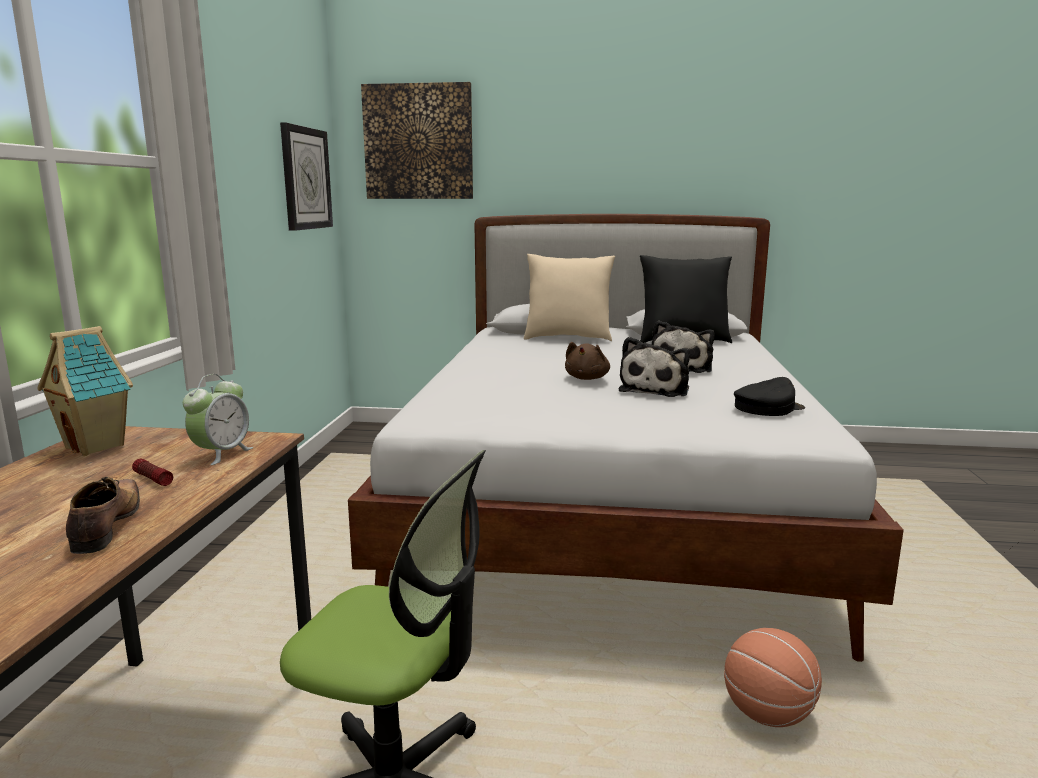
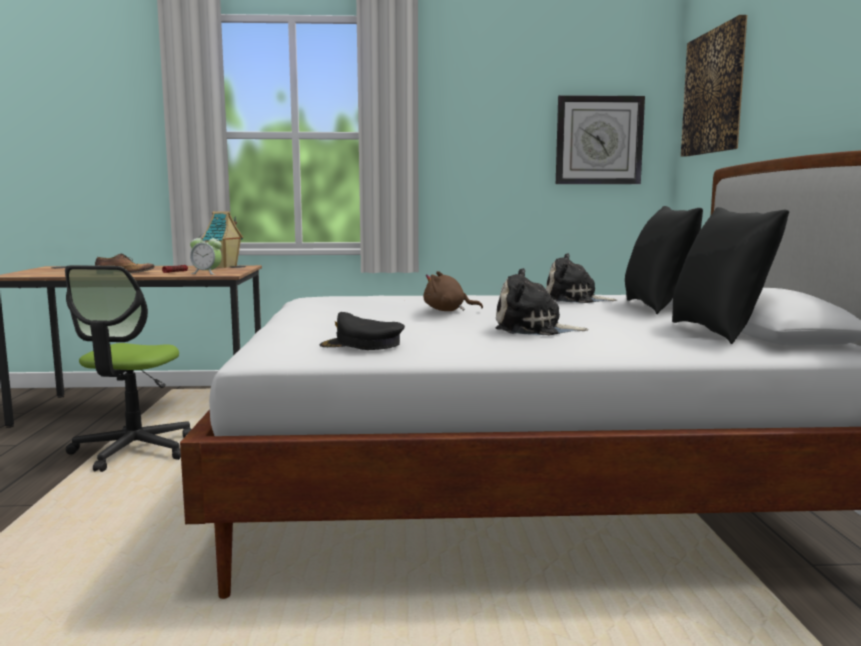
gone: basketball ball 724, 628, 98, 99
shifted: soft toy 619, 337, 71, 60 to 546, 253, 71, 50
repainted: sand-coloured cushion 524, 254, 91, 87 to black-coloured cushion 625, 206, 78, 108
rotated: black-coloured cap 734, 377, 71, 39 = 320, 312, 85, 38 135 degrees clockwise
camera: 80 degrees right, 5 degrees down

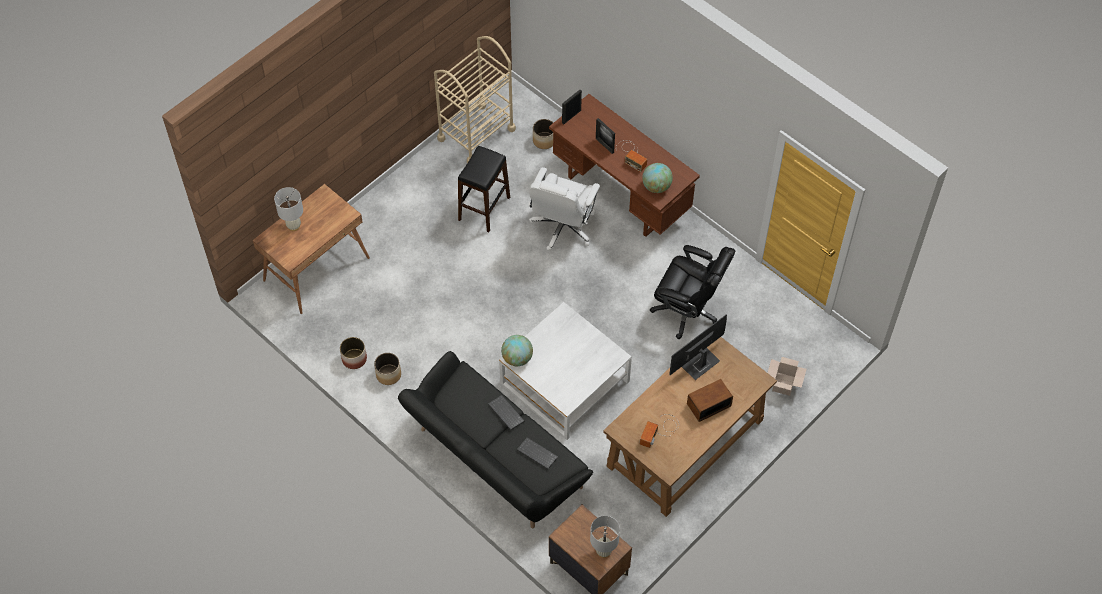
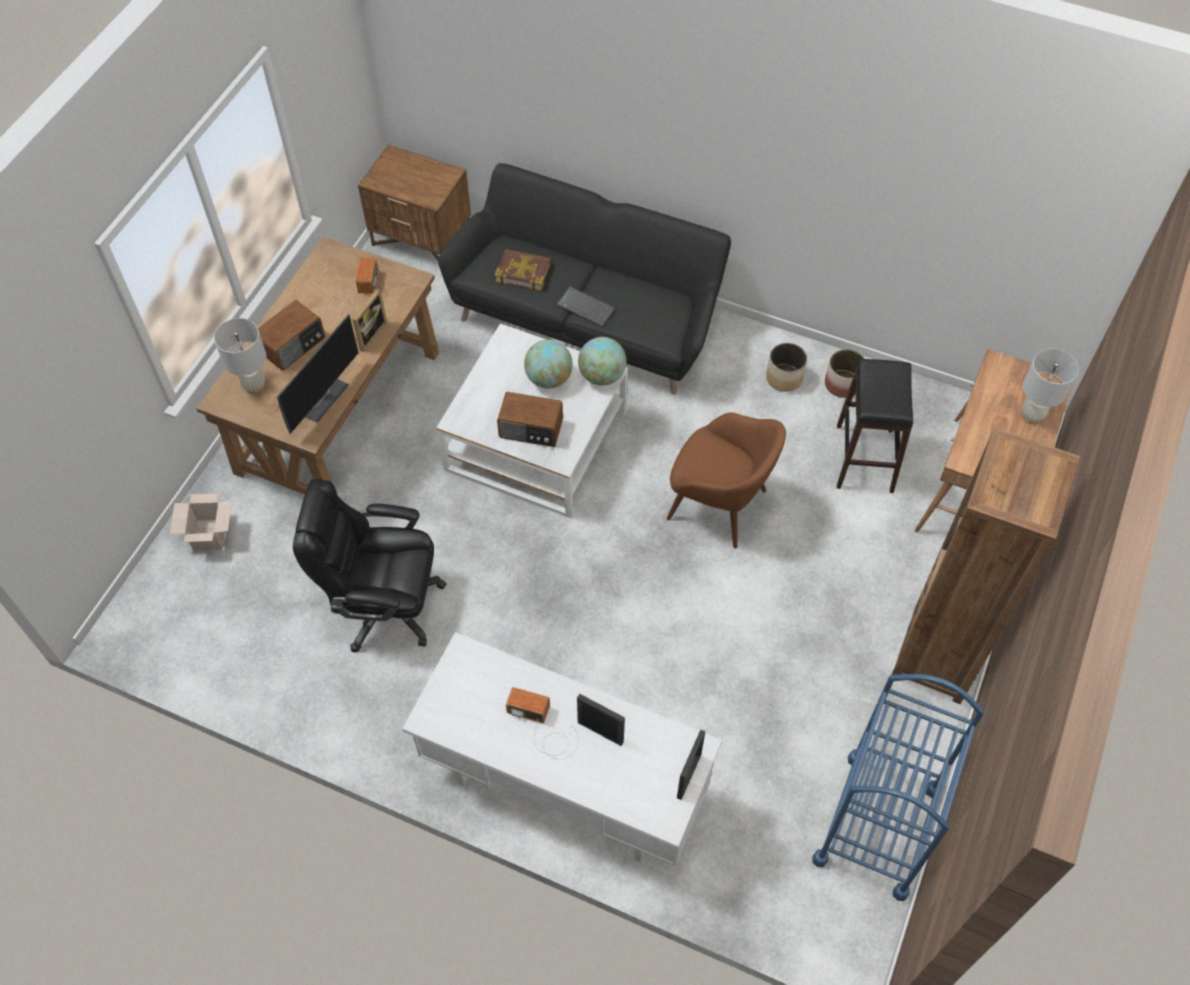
gone: white office chair 529, 167, 71, 84; plant pot 533, 119, 20, 30
new: photo frame 352, 289, 35, 63; radio receiver 497, 392, 66, 55; brown-coloured armchair 667, 412, 119, 137; brown-coloured bookcase 892, 428, 188, 276
shifted: white lamp for a table 590, 516, 30, 42 to 214, 318, 53, 76; desk globe 642, 163, 31, 30 to 524, 340, 49, 48; black-coloured stool seat 458, 146, 52, 87 to 837, 359, 76, 134
swapped: PC keyboard 517, 438, 41, 31 to bound book 494, 249, 57, 42
repainted: brown-coloured desk 549, 94, 151, 143 to white desk 402, 632, 320, 234; sand-coloured cart 434, 36, 82, 127 to blue cart 812, 674, 172, 227
camera: 160 degrees right, 0 degrees up

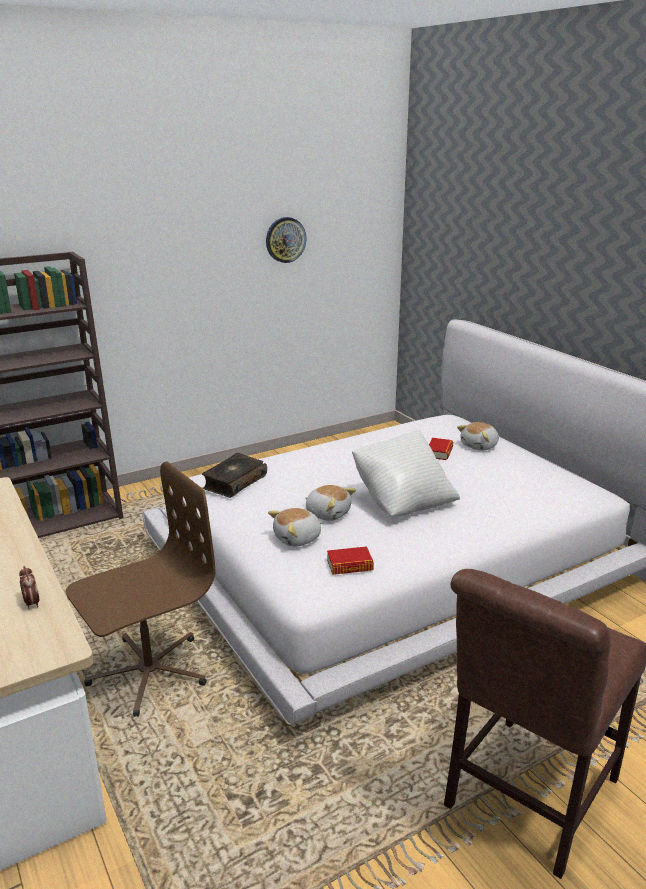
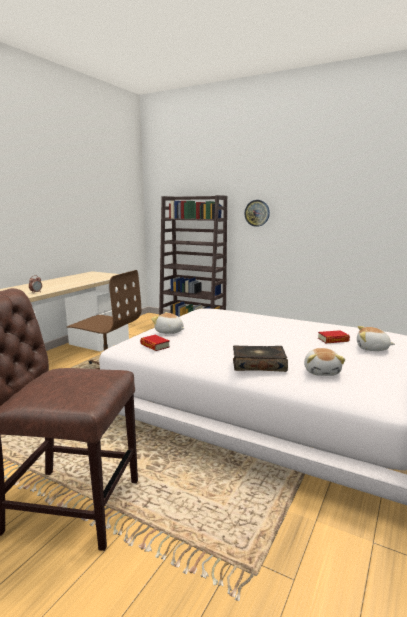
gone: white cushion 352, 429, 108, 87
shifted: bound book 202, 453, 65, 45 to 233, 345, 55, 27; wall clock 266, 217, 41, 46 to 245, 200, 25, 27; soft toy 305, 485, 51, 36 to 304, 348, 41, 28
camera: 60 degrees right, 10 degrees down

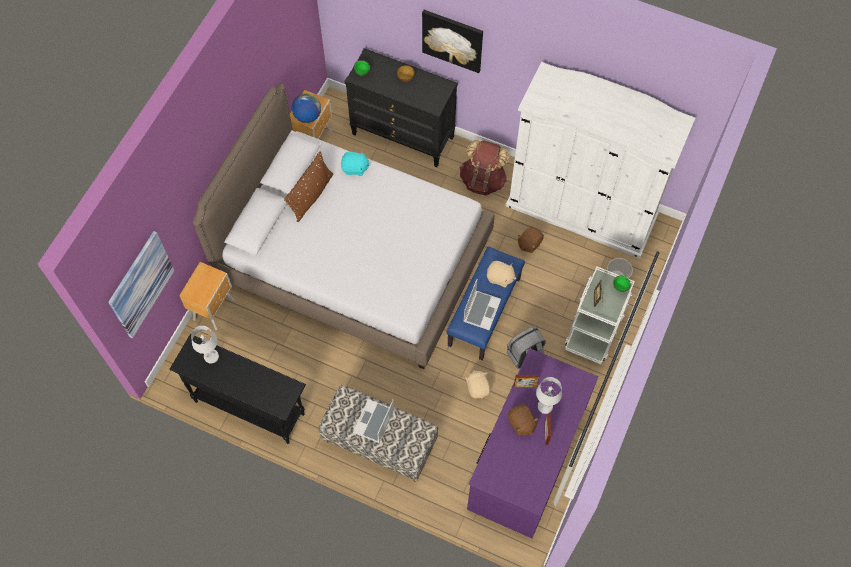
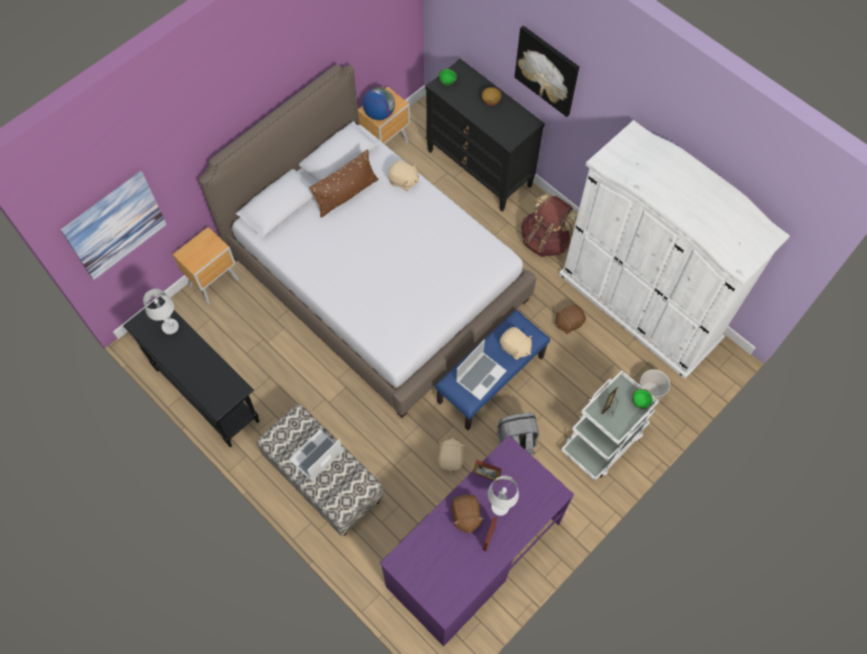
repainted: blue-green soft toy 341, 151, 30, 25 to sand-coloured soft toy 388, 160, 32, 31
camera: 20 degrees right, 0 degrees up

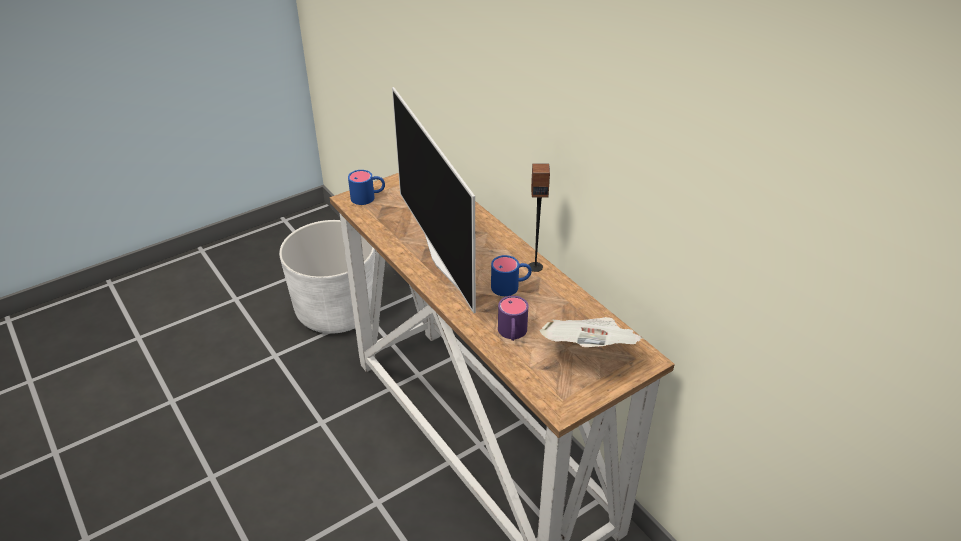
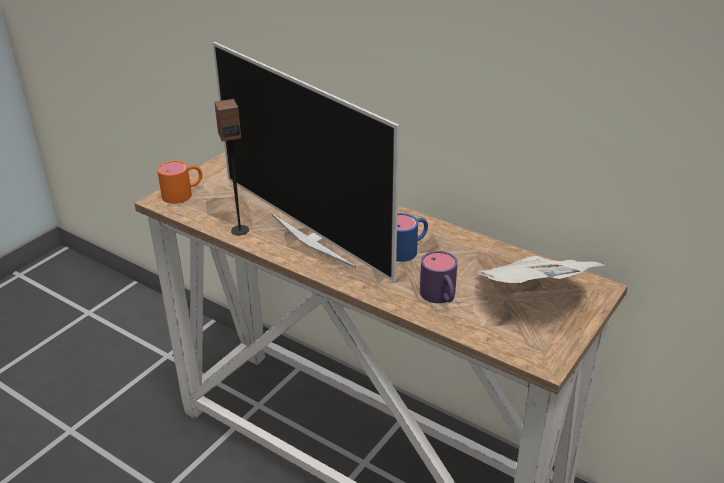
gone: white plant pot 279, 220, 96, 114
shifted: speaker 529, 163, 21, 109 to 214, 99, 35, 136
repainted: blue mug 348, 170, 37, 35 to orangey mug 157, 161, 45, 43
camera: 20 degrees left, 5 degrees down

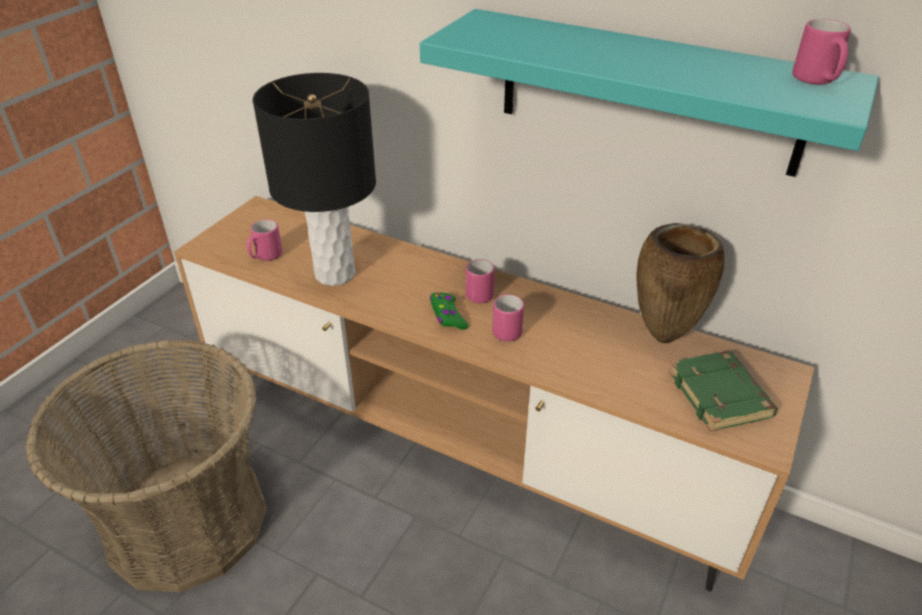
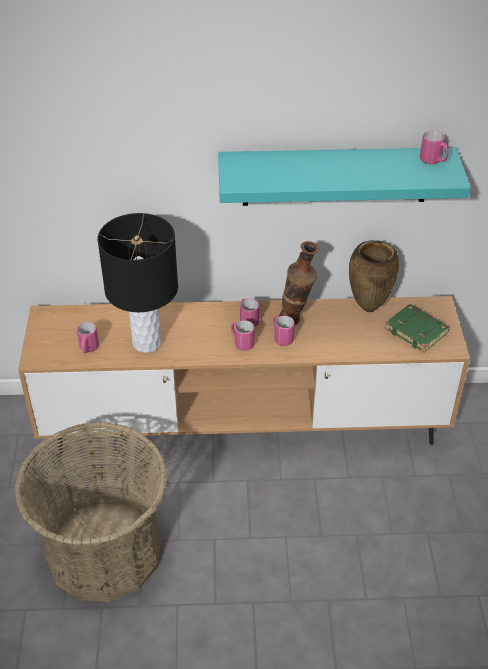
new: vase 279, 241, 41, 84
swapped: green-coloured gamepad 430, 293, 38, 37 to pink mug 231, 320, 24, 31
camera: 30 degrees left, 5 degrees up

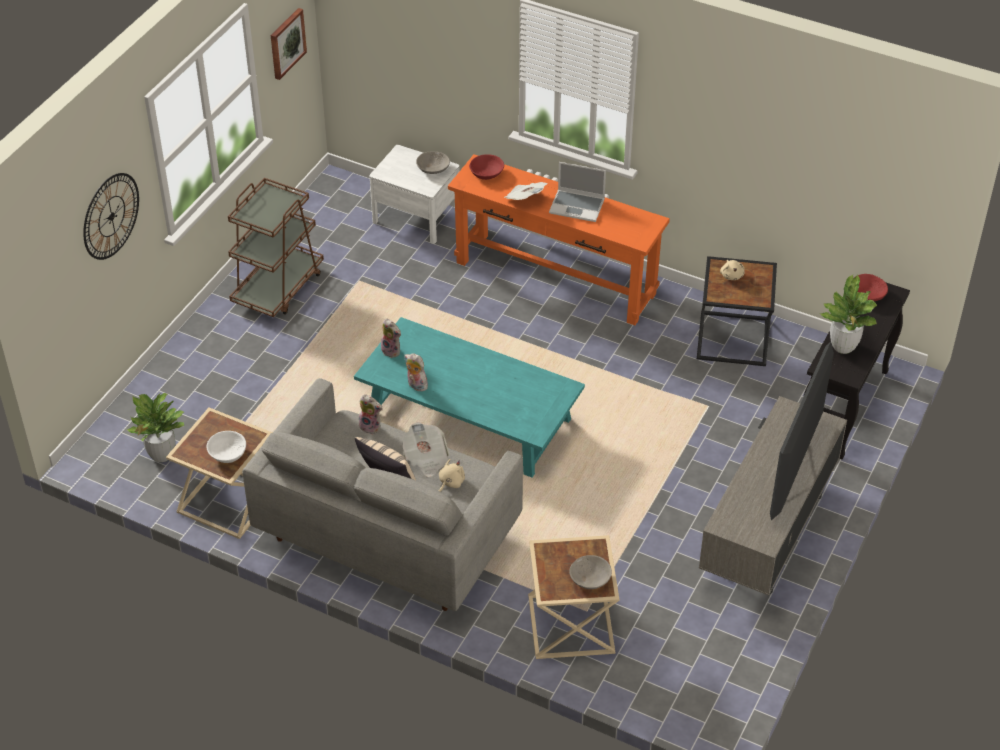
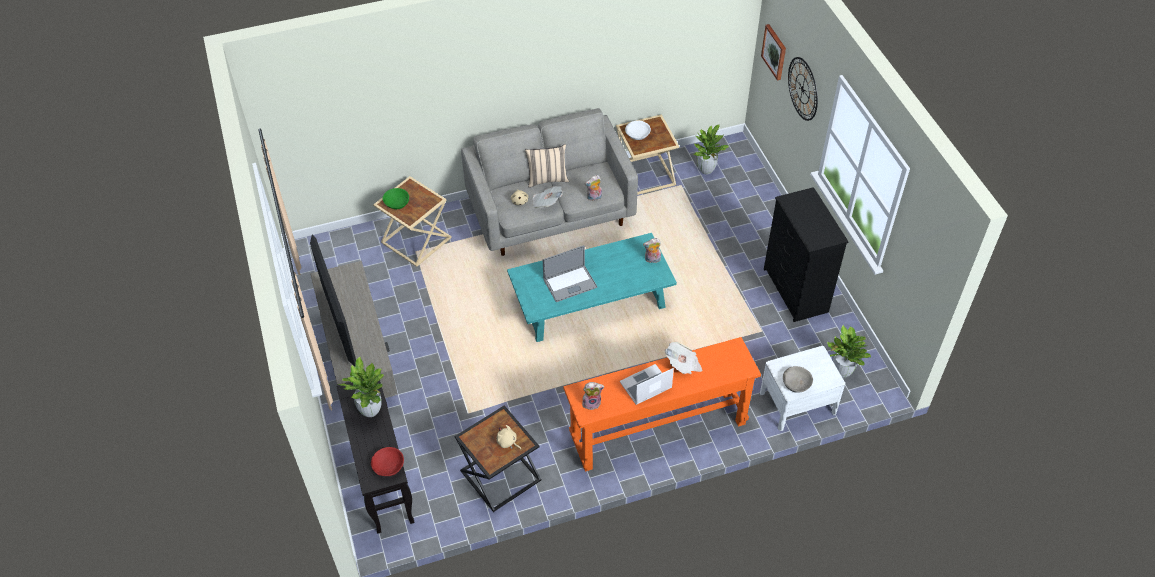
gone: red-coloured bowl 469, 154, 35, 26
new: laptop 543, 245, 54, 57; houseplant 827, 325, 44, 53
shifted: soft toy 404, 353, 26, 38 to 582, 382, 22, 28; wall picture 271, 8, 36, 72 to 761, 24, 25, 56
swapped: brown-coloured cart 228, 178, 96, 139 to black-coloured drawer chest 764, 187, 85, 135
repainted: gray bowl 569, 555, 43, 34 to green-coloured bowl 383, 188, 26, 21
camera: 135 degrees right, 5 degrees up

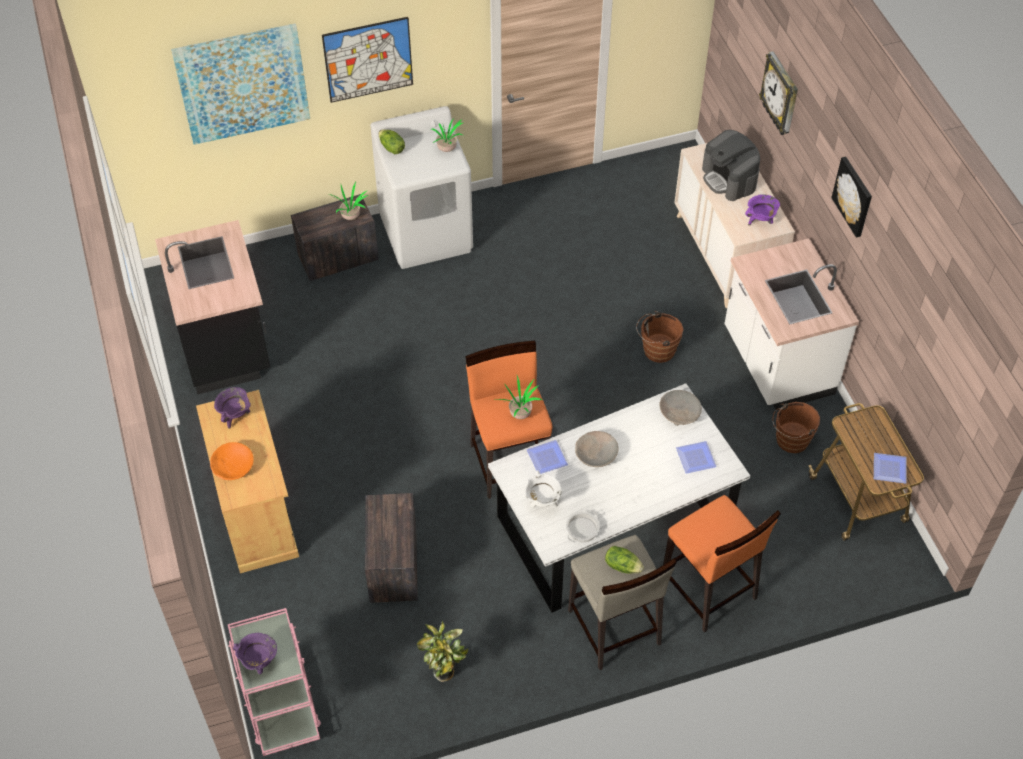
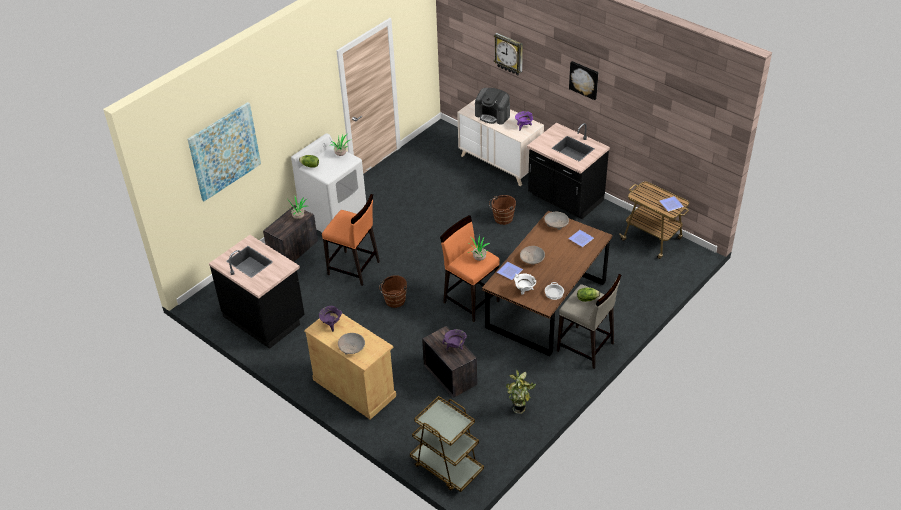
gone: wall picture 322, 17, 91, 86
shifted: orangey stool seat 663, 495, 118, 138 to 322, 194, 58, 92; brown-coloured bucket 772, 402, 48, 51 to 379, 275, 28, 33; purple saucepot 233, 633, 44, 41 to 442, 329, 25, 22
repainted: orangey bowl 210, 442, 44, 38 to sand-coloured bowl 338, 333, 27, 22; pink cart 228, 608, 93, 148 to brown-coloured cart 410, 396, 74, 96; white kitchen table 488, 383, 262, 230 to brown-coloured kitchen table 482, 211, 130, 145; white counter 725, 238, 134, 172 to black-coloured counter 527, 123, 83, 96
camera: 30 degrees left, 10 degrees down

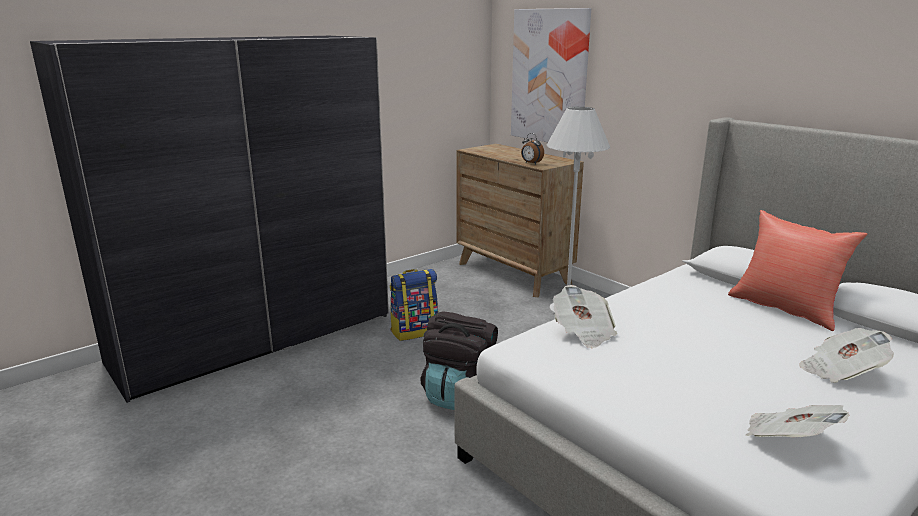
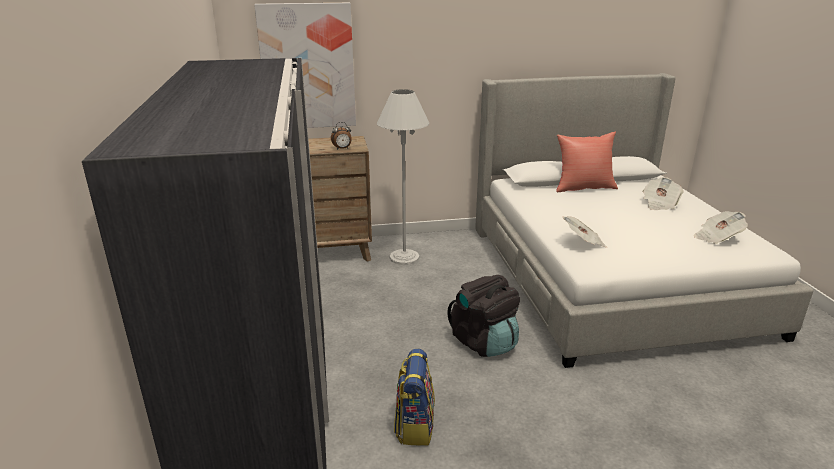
shifted: backpack 390, 269, 49, 72 to 394, 349, 41, 97
camera: 60 degrees left, 5 degrees up

